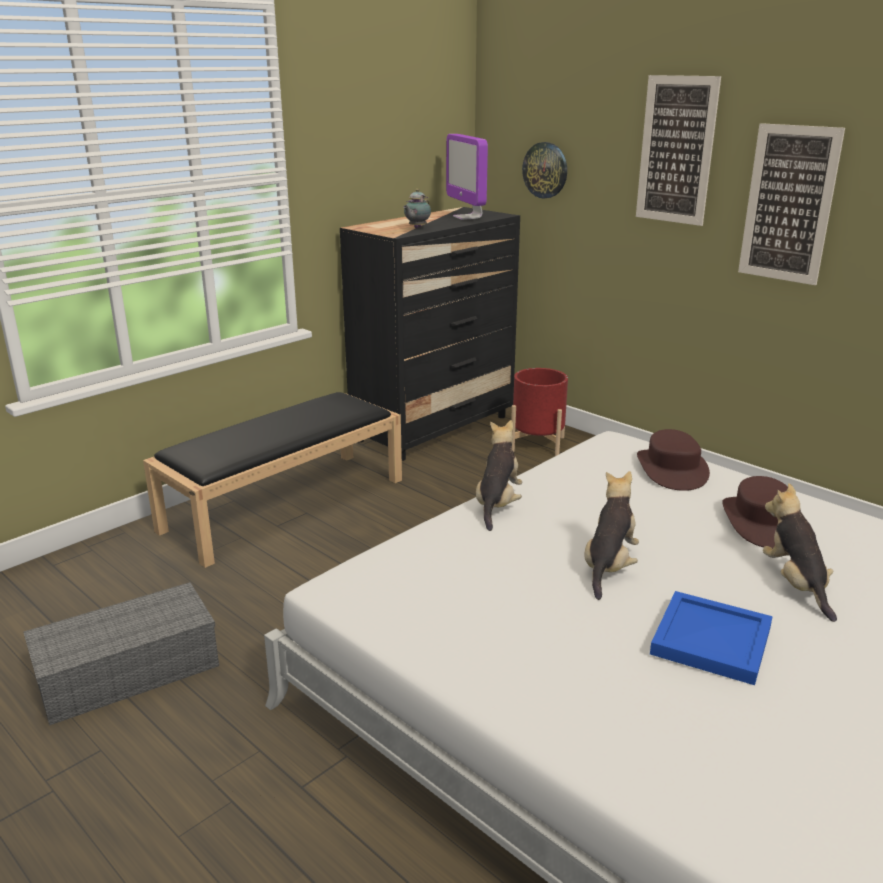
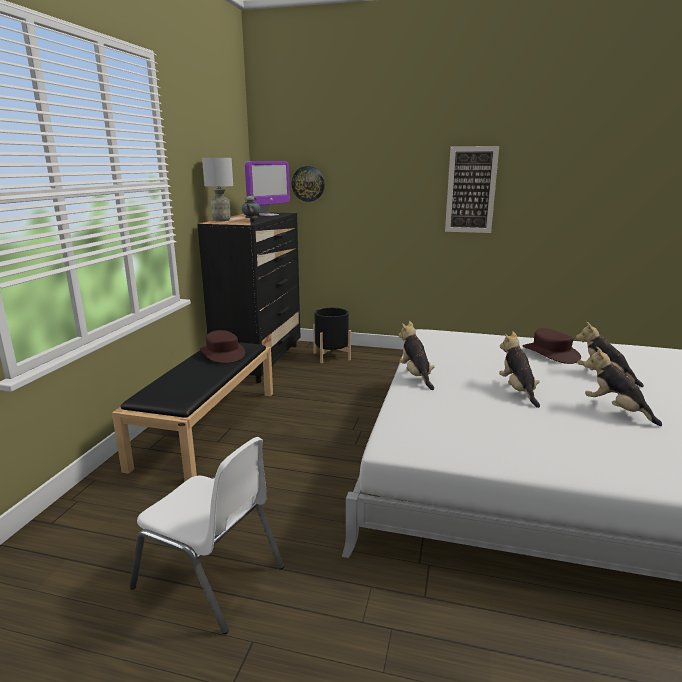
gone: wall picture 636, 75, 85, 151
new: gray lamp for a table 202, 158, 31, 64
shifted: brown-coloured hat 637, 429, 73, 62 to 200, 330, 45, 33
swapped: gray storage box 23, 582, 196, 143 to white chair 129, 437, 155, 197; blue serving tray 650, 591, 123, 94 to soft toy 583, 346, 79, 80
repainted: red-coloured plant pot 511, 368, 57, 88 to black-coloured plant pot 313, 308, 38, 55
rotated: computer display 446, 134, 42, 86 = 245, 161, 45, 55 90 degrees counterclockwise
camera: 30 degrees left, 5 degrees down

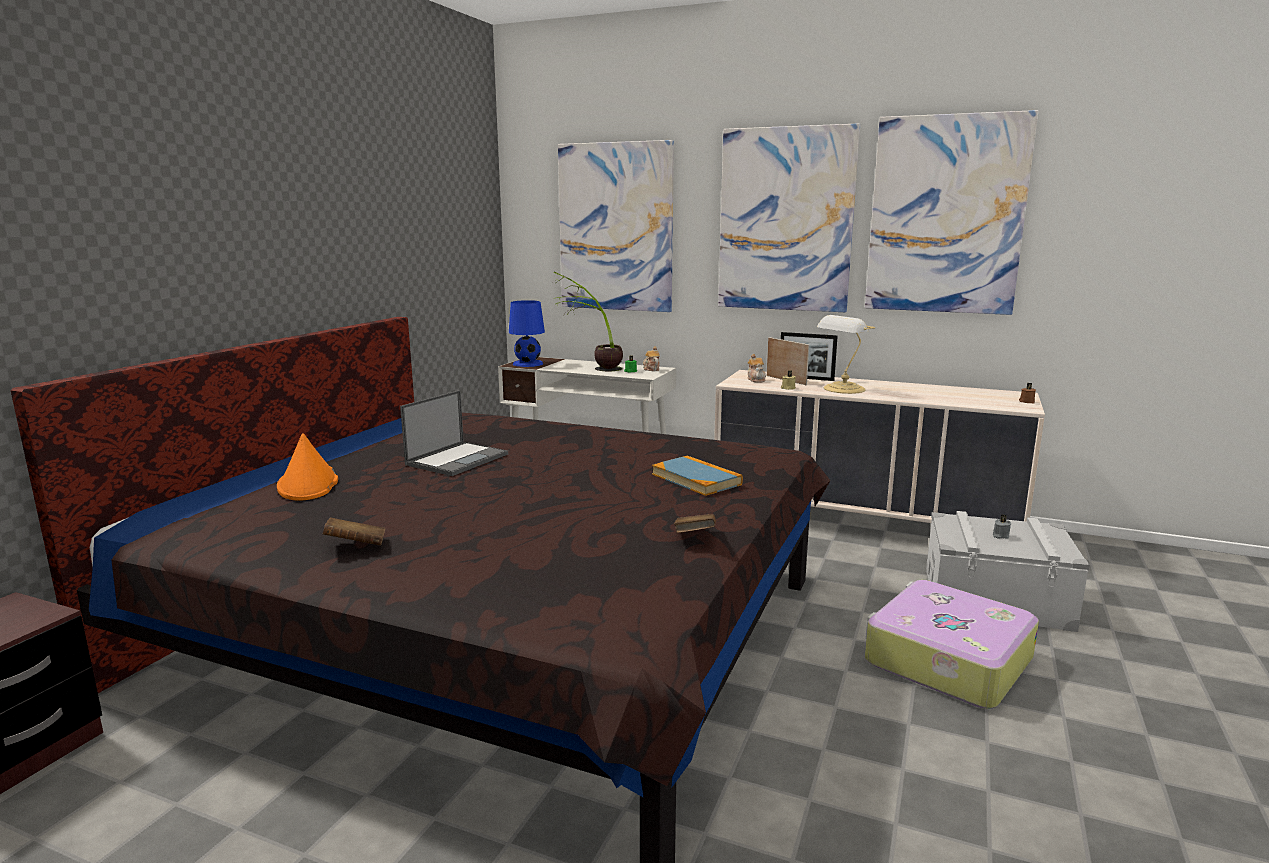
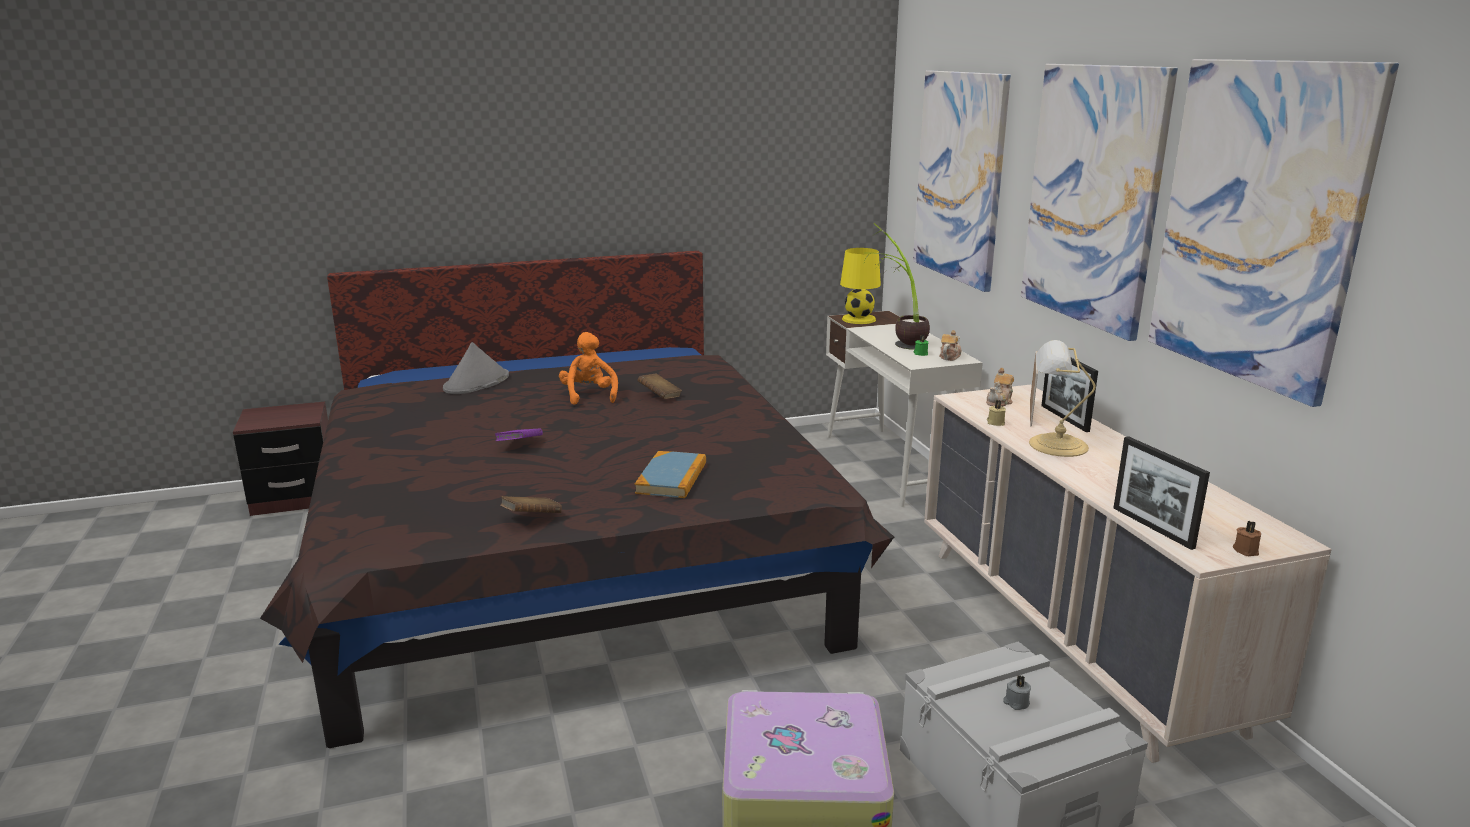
new: purple bound book 494, 429, 49, 12; photo frame 1113, 436, 97, 114
shifted: brown-coloured bound book 322, 517, 63, 29 to 637, 374, 45, 25
swapped: laptop 400, 390, 108, 86 to orangey soft toy 559, 332, 59, 73
repainted: orangey hat 277, 433, 61, 68 to gray hat 443, 342, 66, 52; blue lamp for a table 509, 300, 36, 67 to yellow-coloured lamp for a table 840, 248, 41, 76
camera: 50 degrees right, 5 degrees up

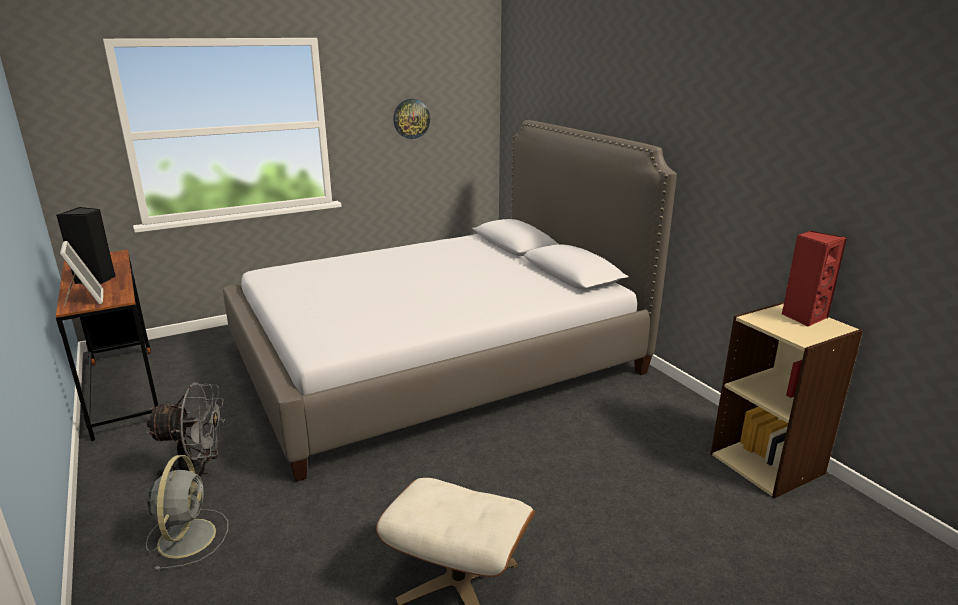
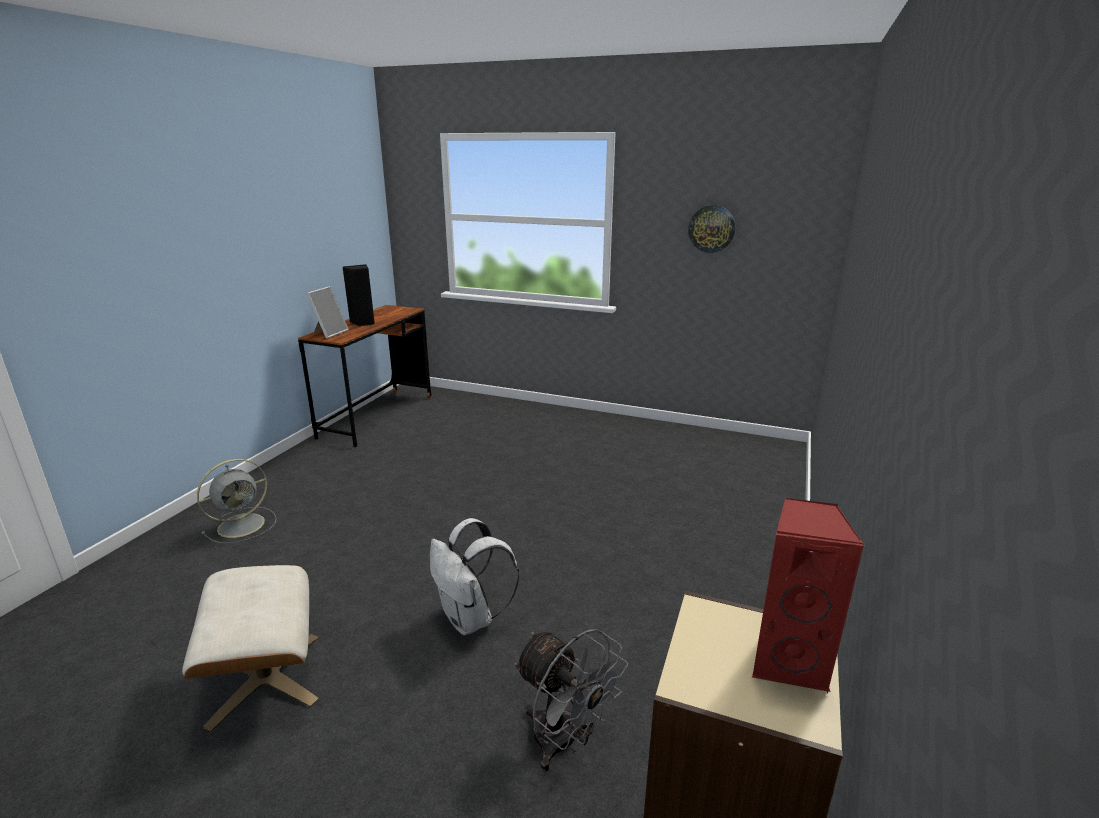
gone: sleeping bed 223, 120, 454, 362
new: white backpack 430, 518, 89, 117
shifted: gray fan 146, 383, 79, 95 to 514, 629, 114, 143
camera: 50 degrees right, 0 degrees up

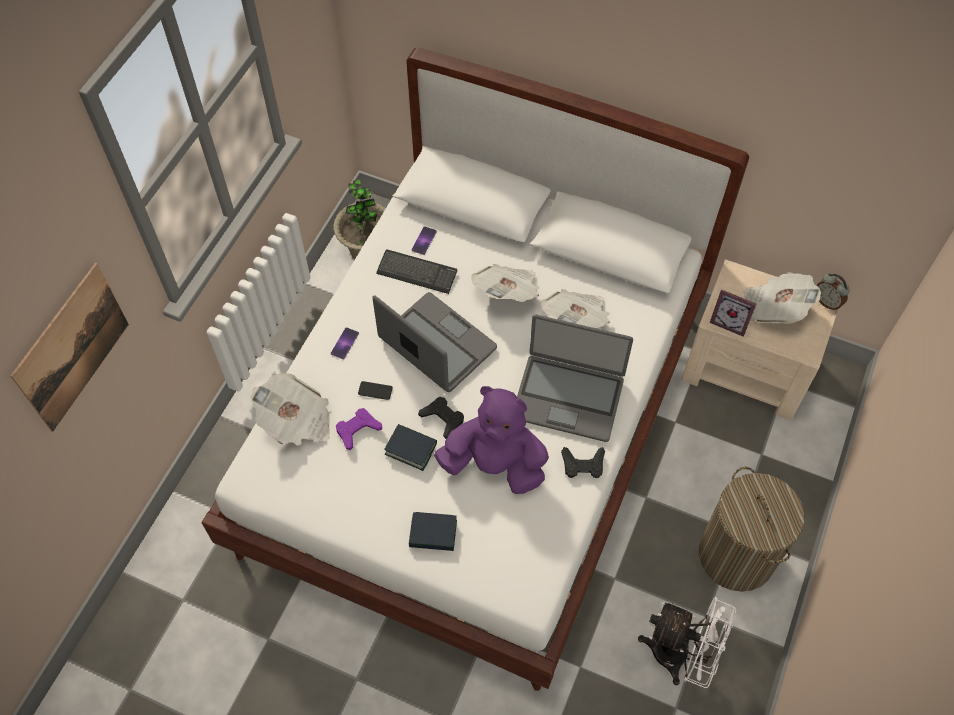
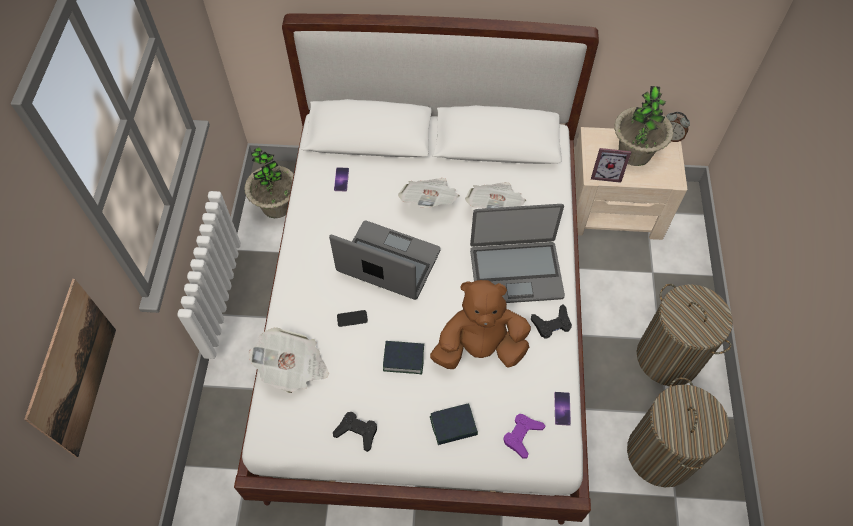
gone: PC keyboard 376, 249, 81, 45
shifted: black-coloured gamepad 418, 397, 46, 42 to 333, 412, 44, 40; purple gamepad 336, 408, 46, 42 to 504, 414, 41, 45; phone 331, 327, 28, 33 to 554, 392, 17, 34
swapped: daily paper 744, 272, 77, 52 to houseplant 614, 86, 59, 80; white fan 638, 596, 98, 92 to laundry basket 627, 377, 102, 110
repainted: purple soft toy 434, 386, 115, 108 to brown-coloured soft toy 430, 280, 101, 89
camera: 20 degrees left, 0 degrees up

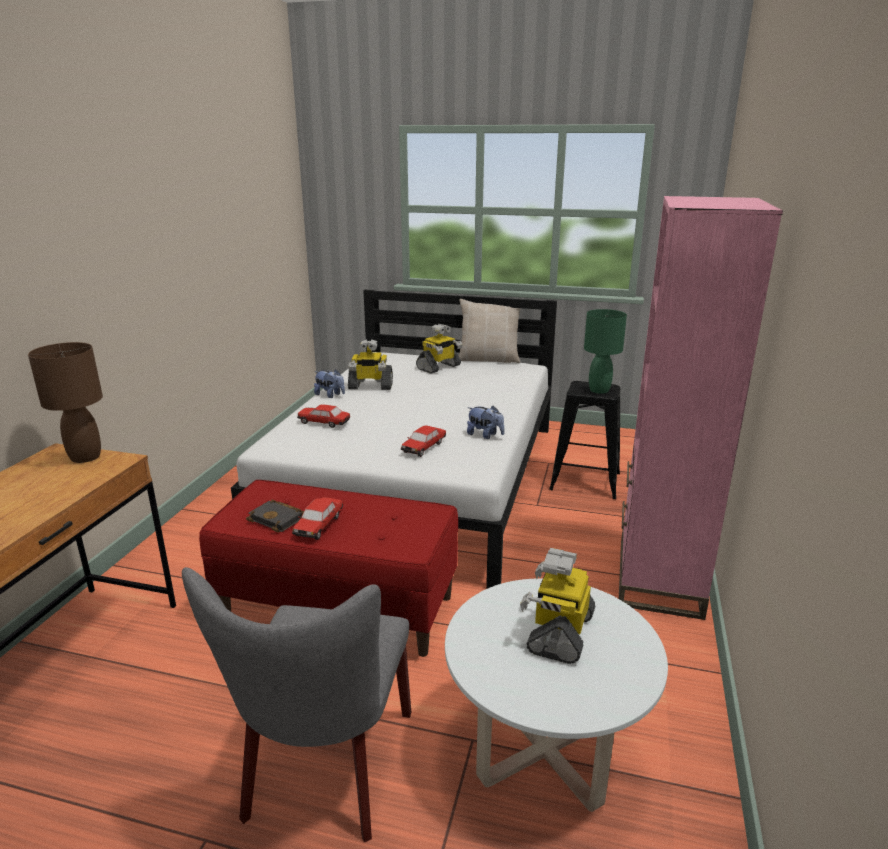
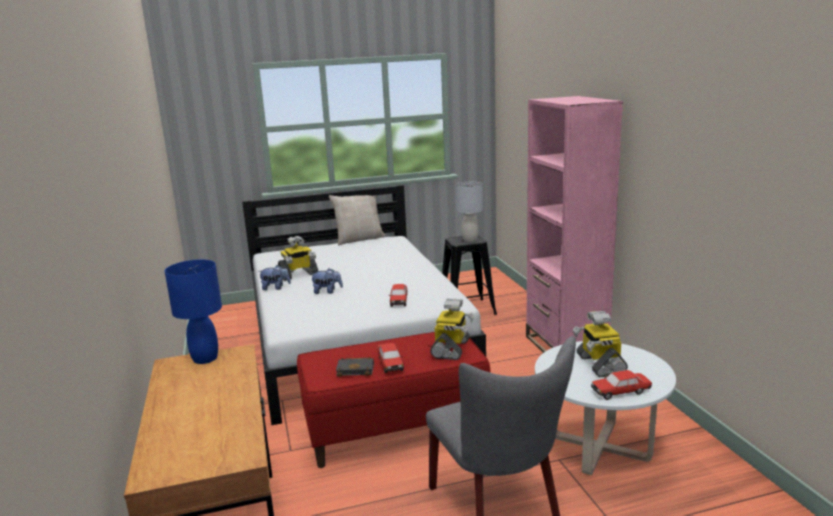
shifted: soft toy 467, 406, 38, 33 to 312, 268, 31, 26; model robot 416, 324, 47, 50 to 430, 299, 44, 61; miniature car 297, 404, 53, 24 to 591, 370, 61, 30
repainted: brown-coloured lamp for a table 28, 342, 75, 121 to blue lamp for a table 165, 259, 57, 105; green-coloured lamp for a table 584, 309, 43, 85 to gray lamp for a table 455, 182, 28, 60
camera: 30 degrees left, 5 degrees down

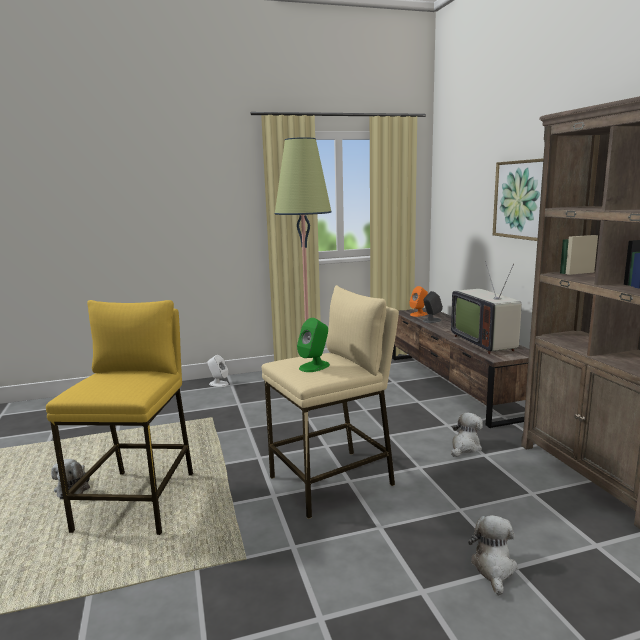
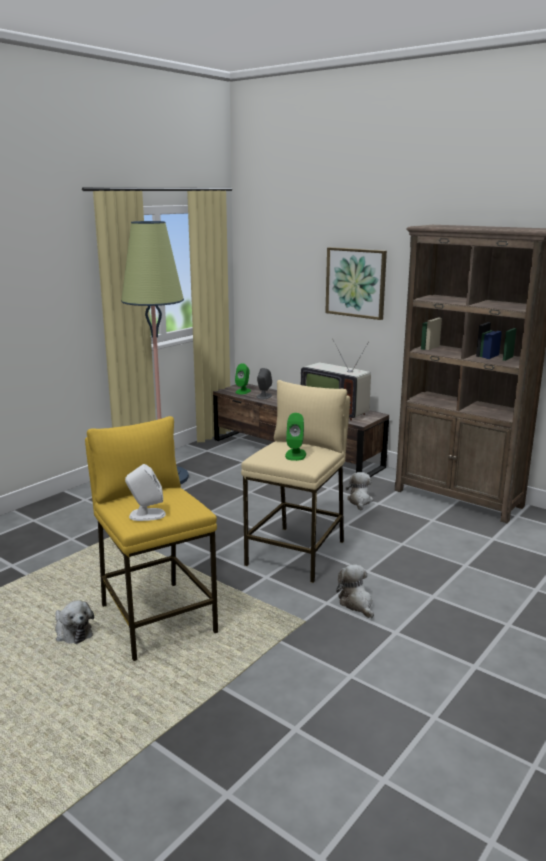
shifted: white speaker 208, 355, 21, 32 to 125, 464, 41, 57; soft toy 468, 515, 50, 81 to 336, 565, 38, 53
repainted: orangey speaker 409, 286, 19, 31 to green-coloured speaker 235, 363, 16, 31
camera: 35 degrees left, 5 degrees up

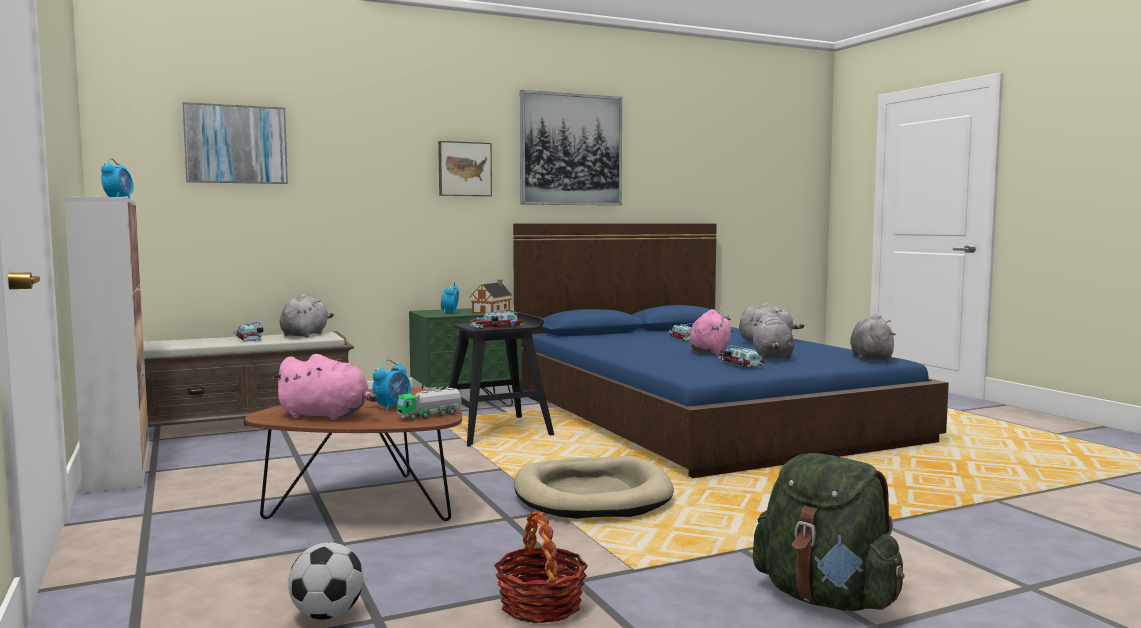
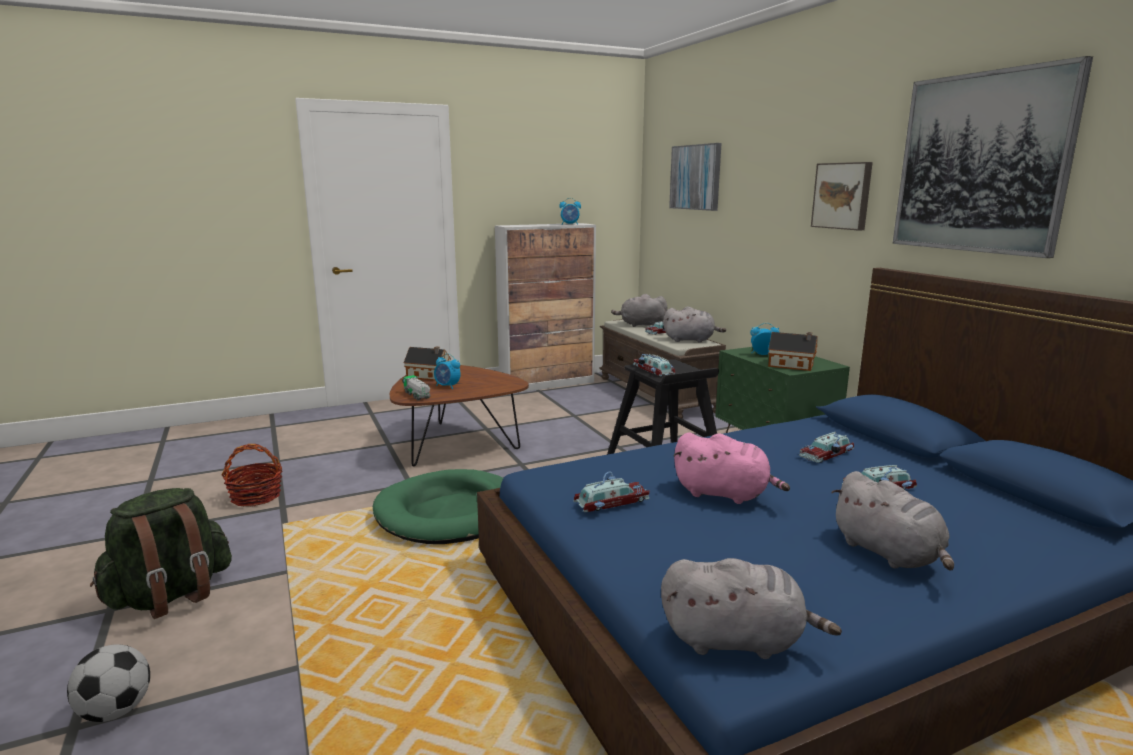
new: miniature car 799, 432, 55, 31
shifted: ball for football 288, 542, 75, 78 to 67, 644, 83, 78; gray soft toy 753, 312, 41, 48 to 611, 294, 57, 33
swapped: pink soft toy 272, 354, 105, 66 to toy house 404, 347, 47, 34
repainted: sand-coloured pet bed 514, 456, 160, 63 to green-coloured pet bed 373, 469, 130, 75
camera: 90 degrees right, 10 degrees up

